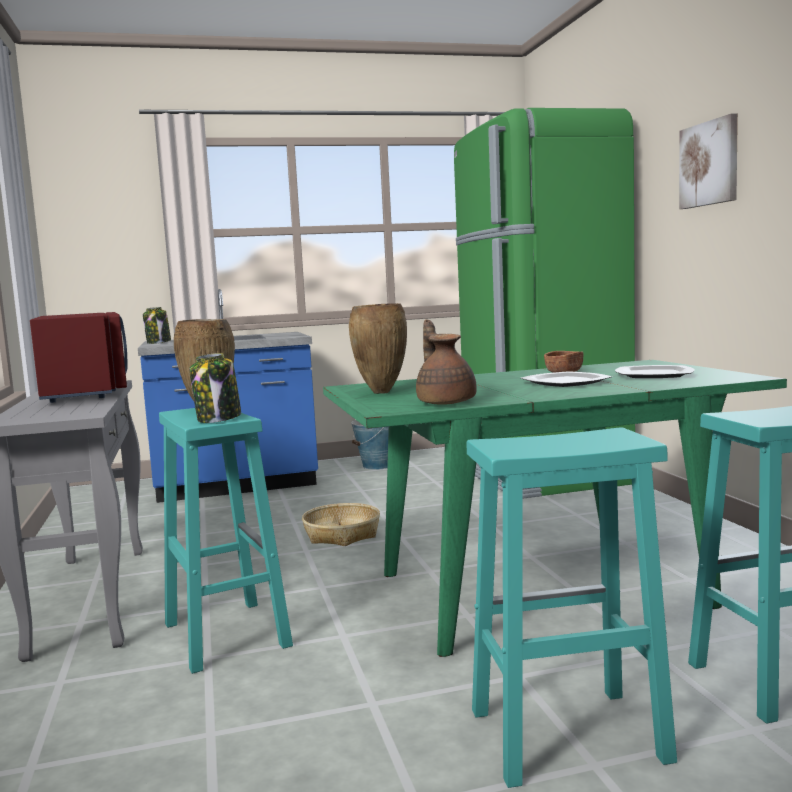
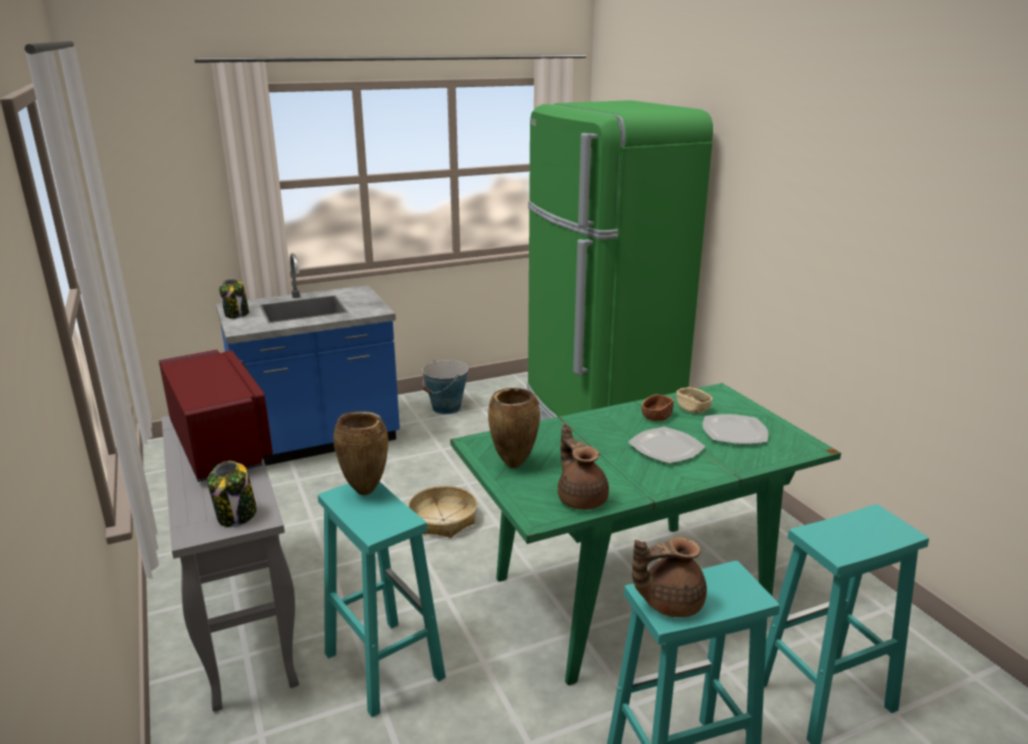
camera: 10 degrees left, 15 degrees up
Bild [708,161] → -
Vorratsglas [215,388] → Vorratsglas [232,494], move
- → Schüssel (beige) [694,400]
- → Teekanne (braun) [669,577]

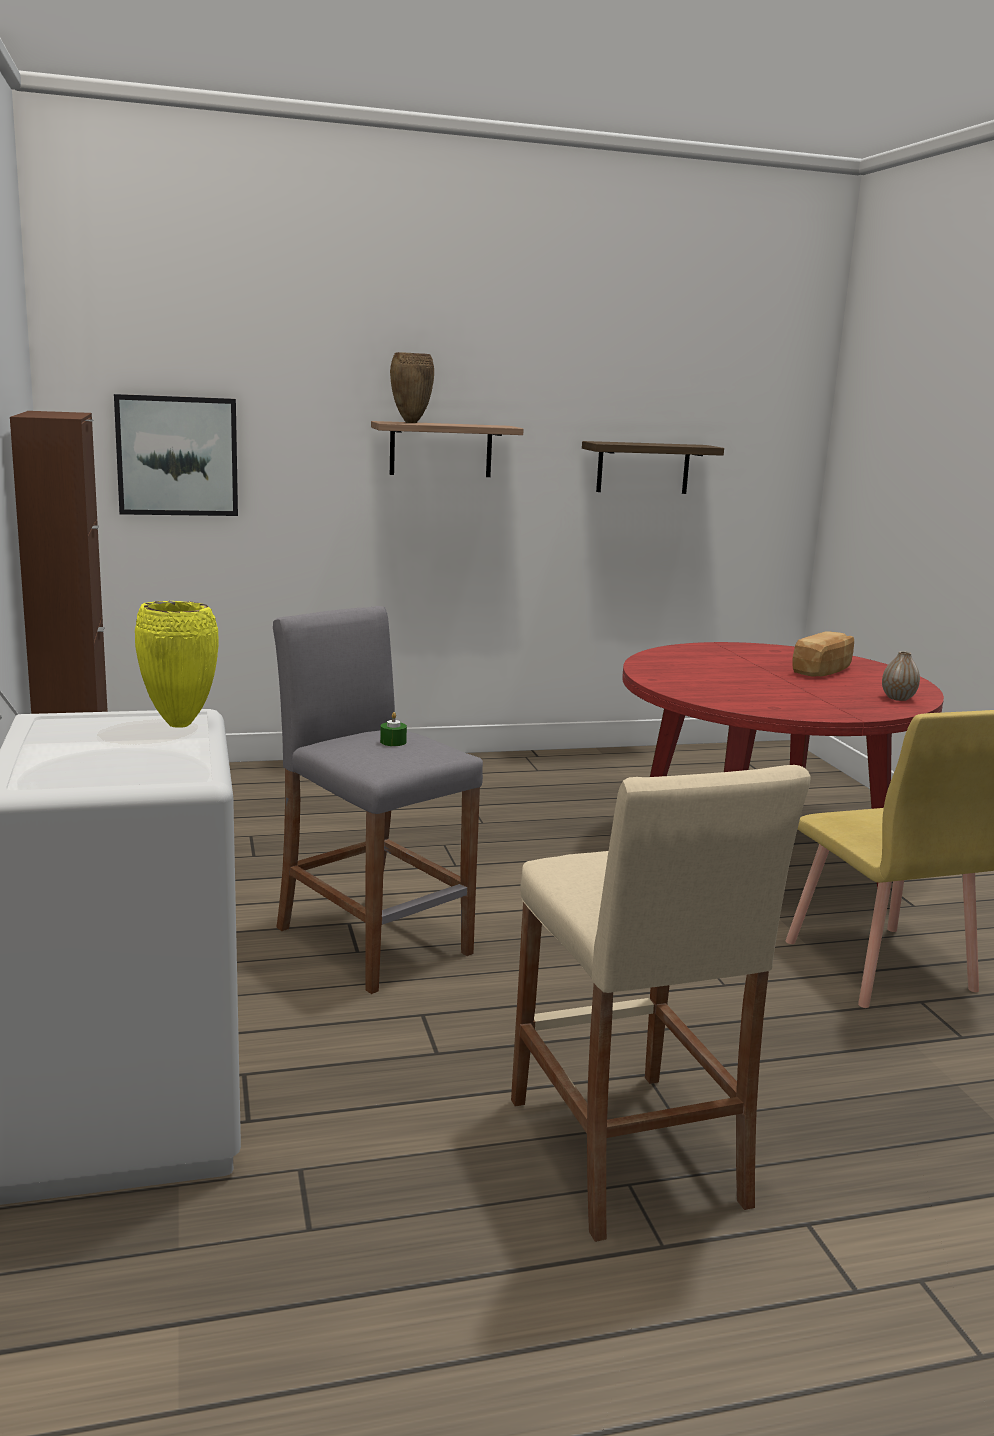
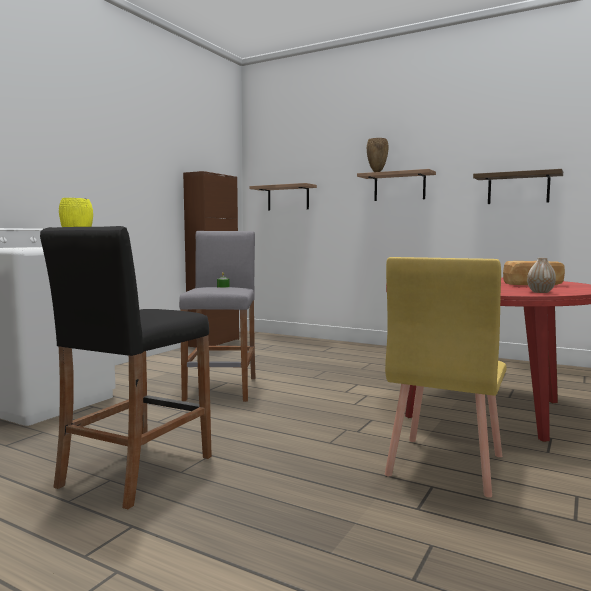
camera: 45 degrees right, 10 degrees down
Bild [176,455] → Wandregal [283,196]
Hocker (beige) [661,1003] → Hocker (schwarz) [126,367]

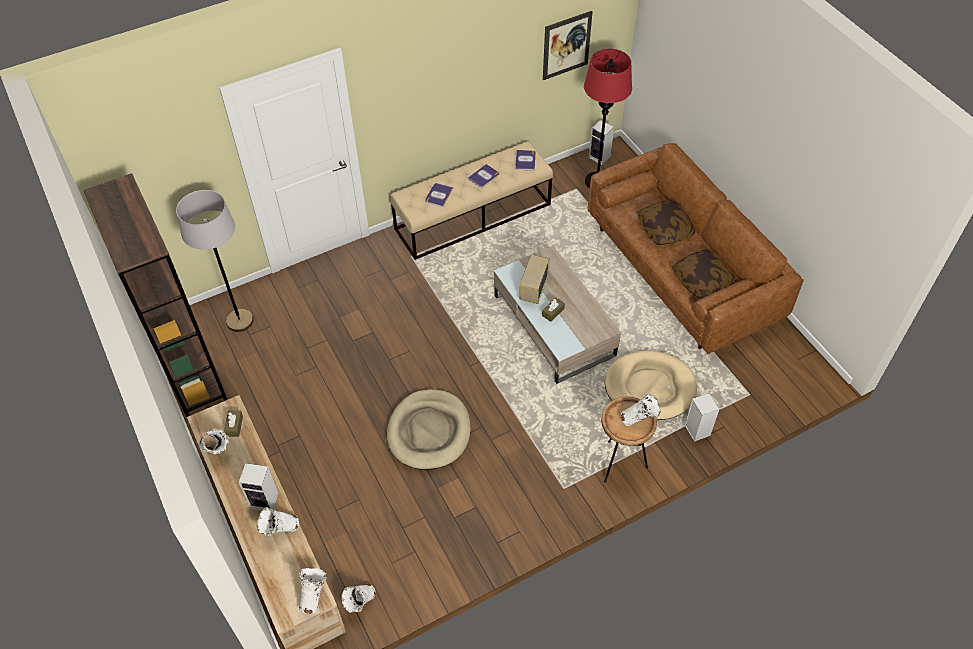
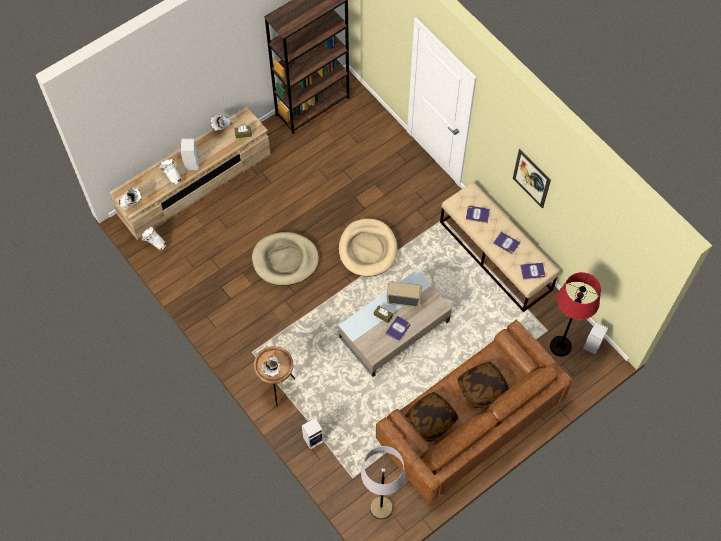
camera: 80 degrees right, 10 degrees up
Bild [568,45] → Bild [532,179], move
Stehlampe (grau) [214,261] → Stehlampe (grau) [383,482], move
Hundebett (beige) [651,385] → Hundebett (beige) [368,248], move
- → Buch [398,328]

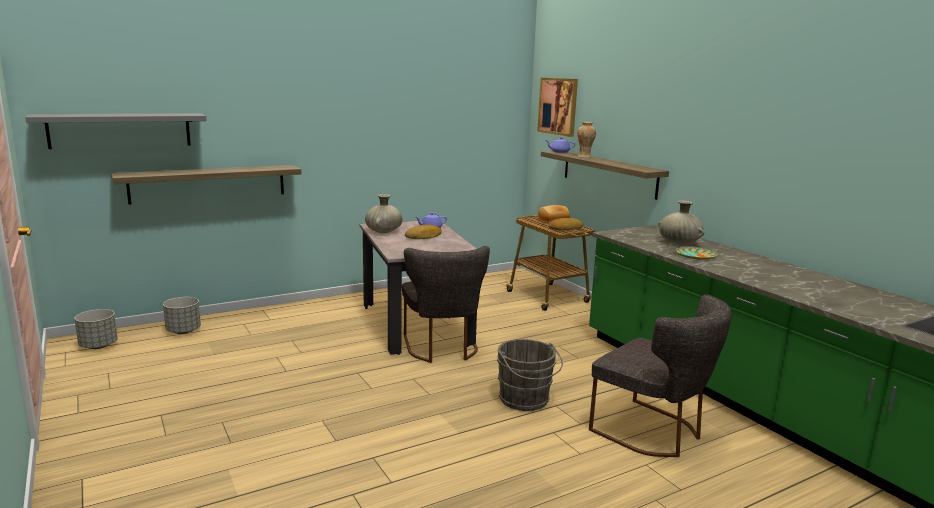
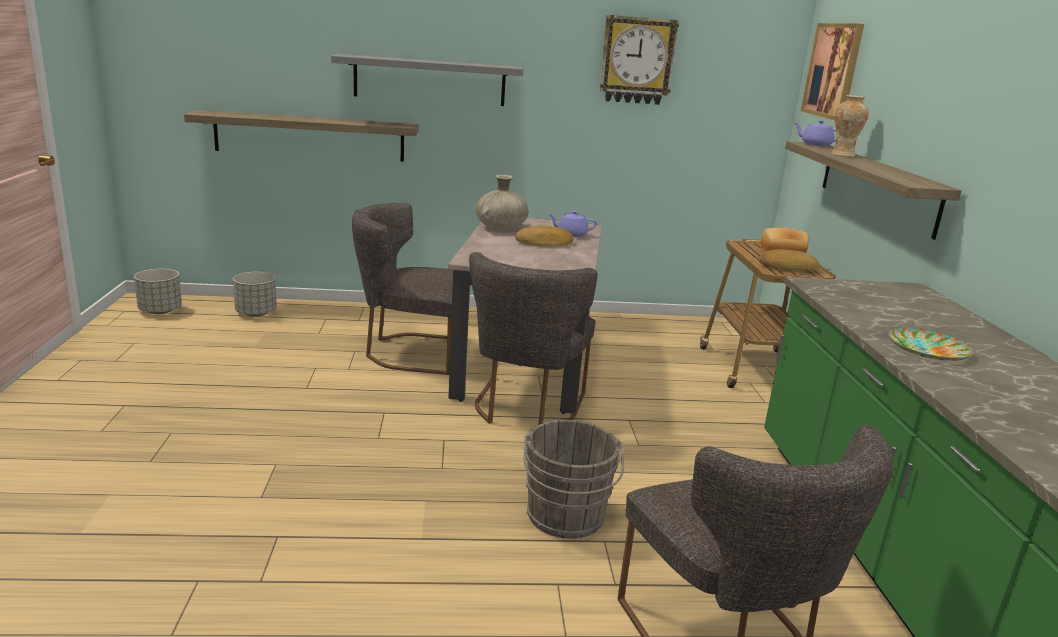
camera: 25 degrees right, 5 degrees up
Wandregal (grau) [116,131] → Wandregal (grau) [427,80], move
Vase (beige) [681,223] → -
- → Wanduhr [639,60]
- → Stuhl (grau) [402,289]

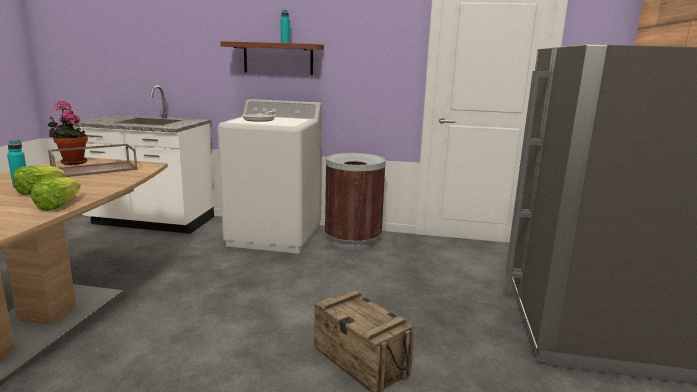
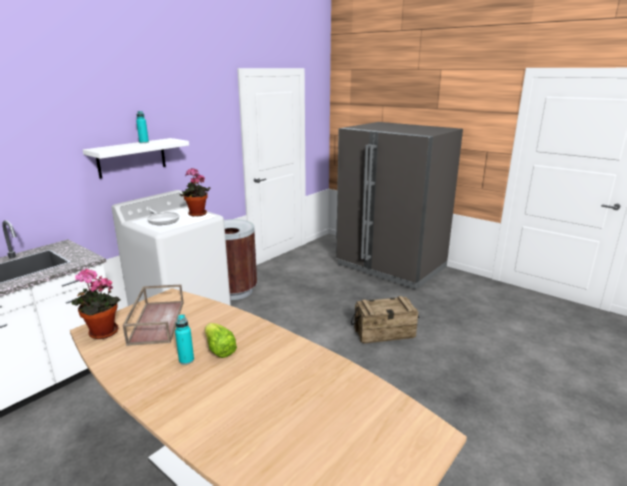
camera: 60 degrees left, 5 degrees up
Wandregal (braun) [272,58] → Wandregal (weiß) [136,158]
Salatkopf [56,194] → -
- → Topfpflanze [195,192]

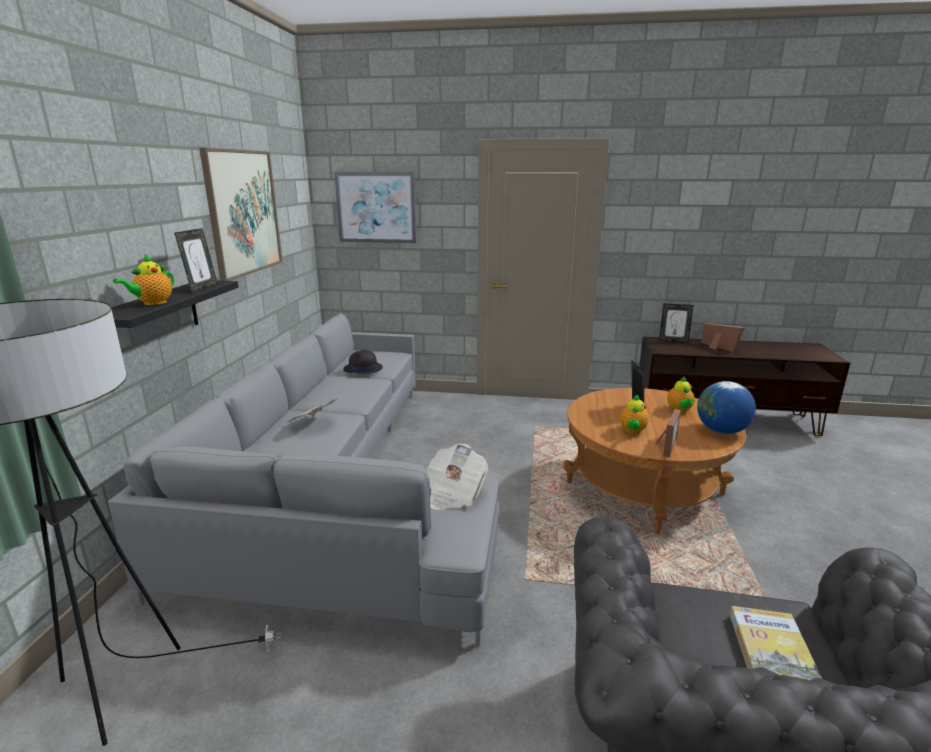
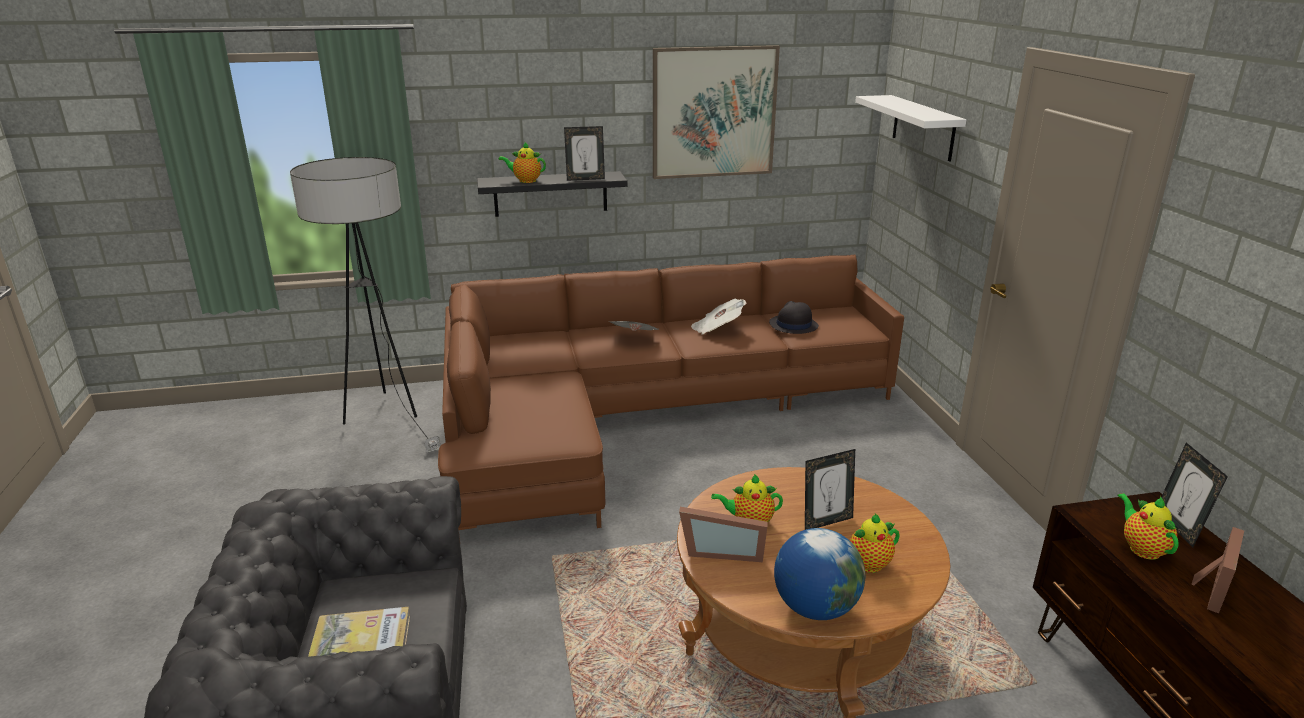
camera: 70 degrees right, 5 degrees up
Bild [375,207] → Wandregal (weiß) [910,128]
Sofa (grau) [303,480] → Sofa (braun) [671,397]
Zeitung [457,477] → Zeitung [718,317], move
- → Teekanne [1148,526]

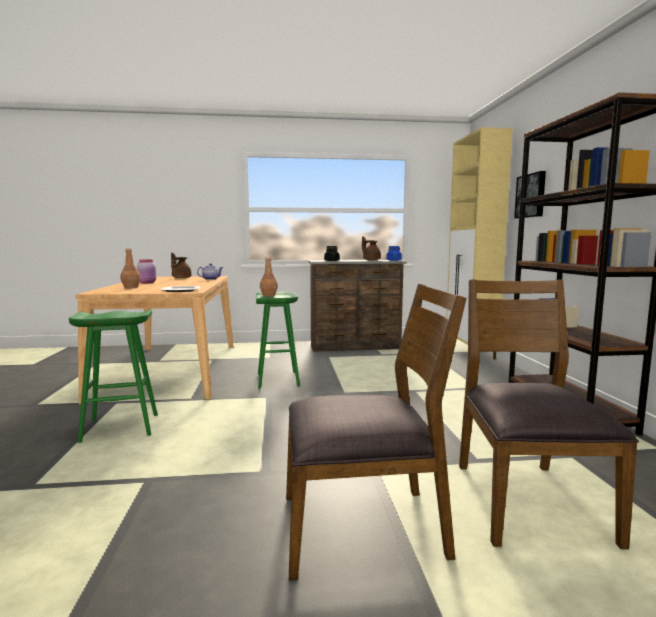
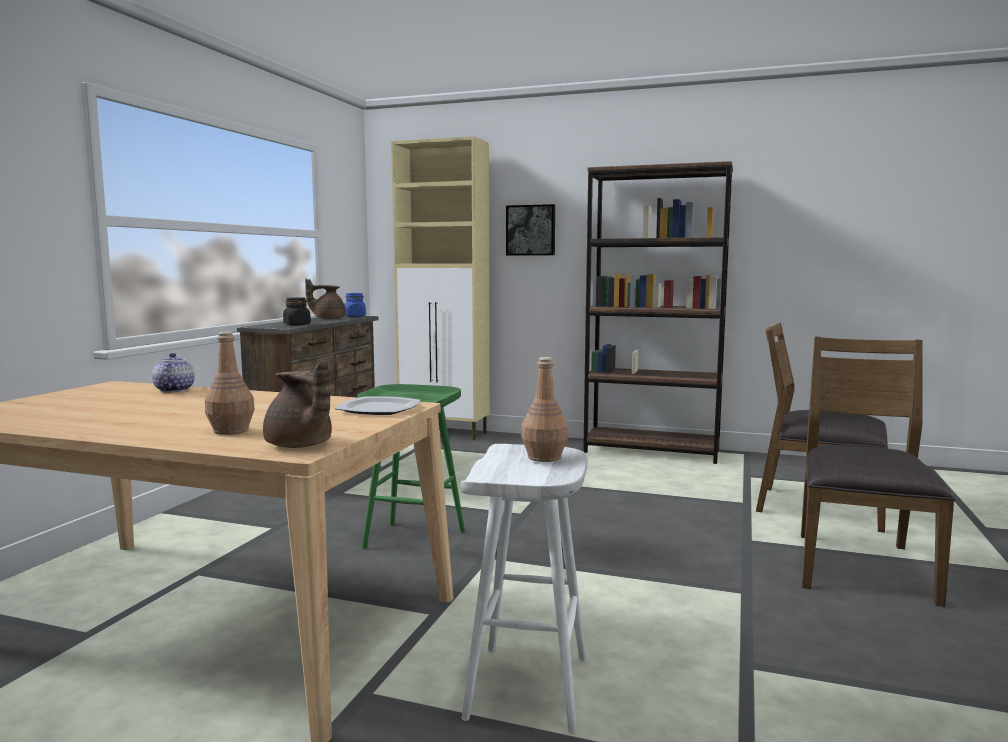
camera: 65 degrees left, 0 degrees up
Teekanne (braun) [181,265] → Teekanne (braun) [297,404], move
Flasche (braun) [269,276] → Flasche (braun) [545,409], move
Vorratsglas (rosa) [146,271] → -
Hocker (grün) [113,376] → Hocker (weiß) [524,589]

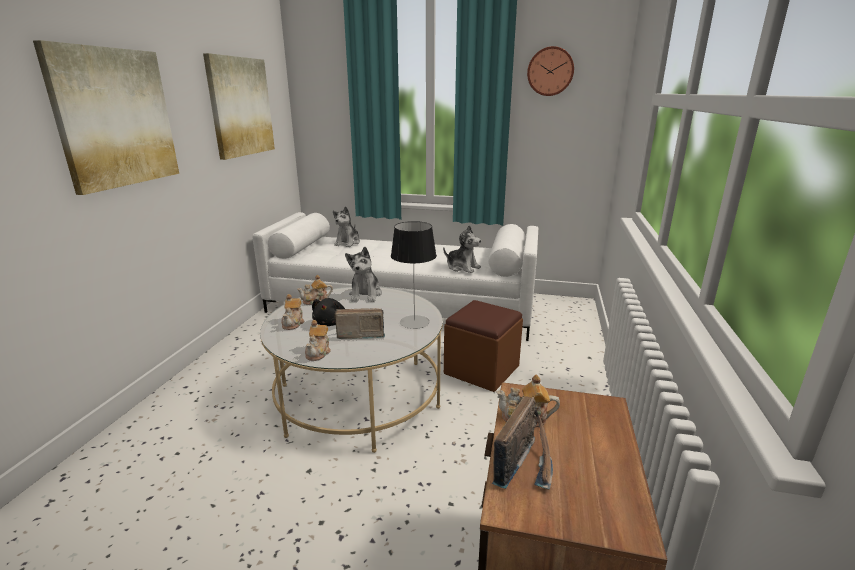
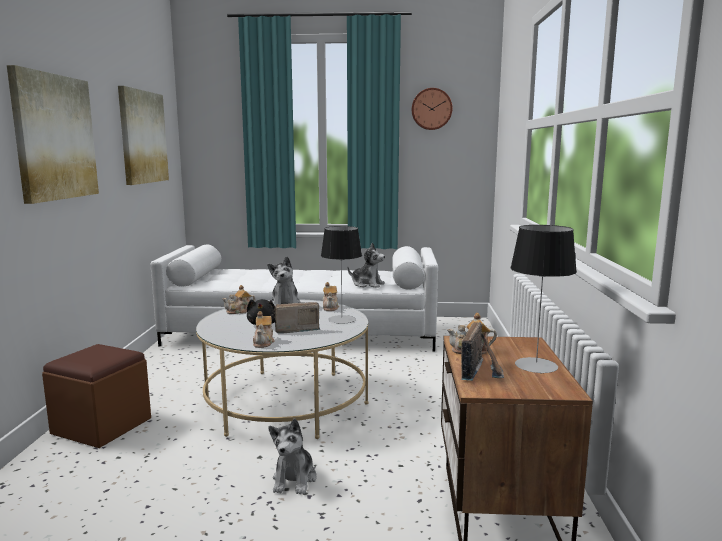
camera: 10 degrees left, 10 degrees down
Plüschtier [346,226] → Plüschtier [292,456], move
Teekanne [292,312] → Teekanne [331,296], move
Polsterhocker (braun) [483,346] → Polsterhocker (braun) [96,396], move
- → Tischlampe [543,299]

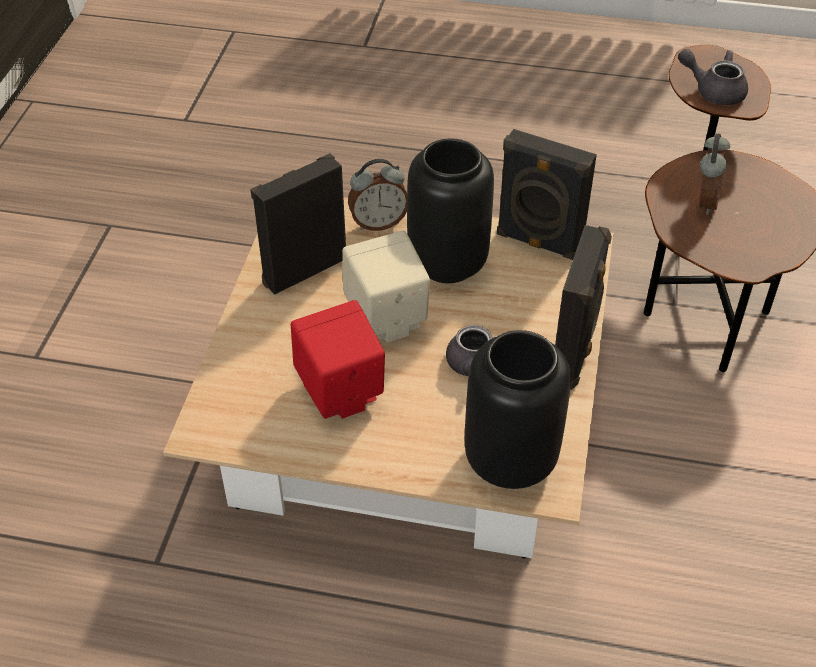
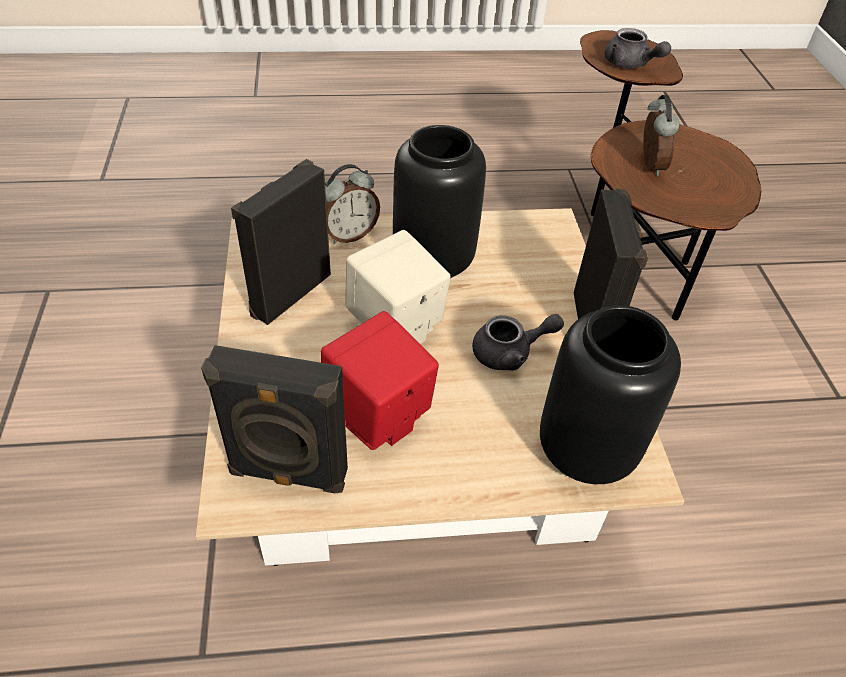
camera: 20 degrees left, 0 degrees up
Teekanne (grau) [713,77] → Teekanne (grau) [637,48], 135 degrees counterclockwise
Lautsprecher (schwarz) [547,194] → Lautsprecher (schwarz) [274,419], move

